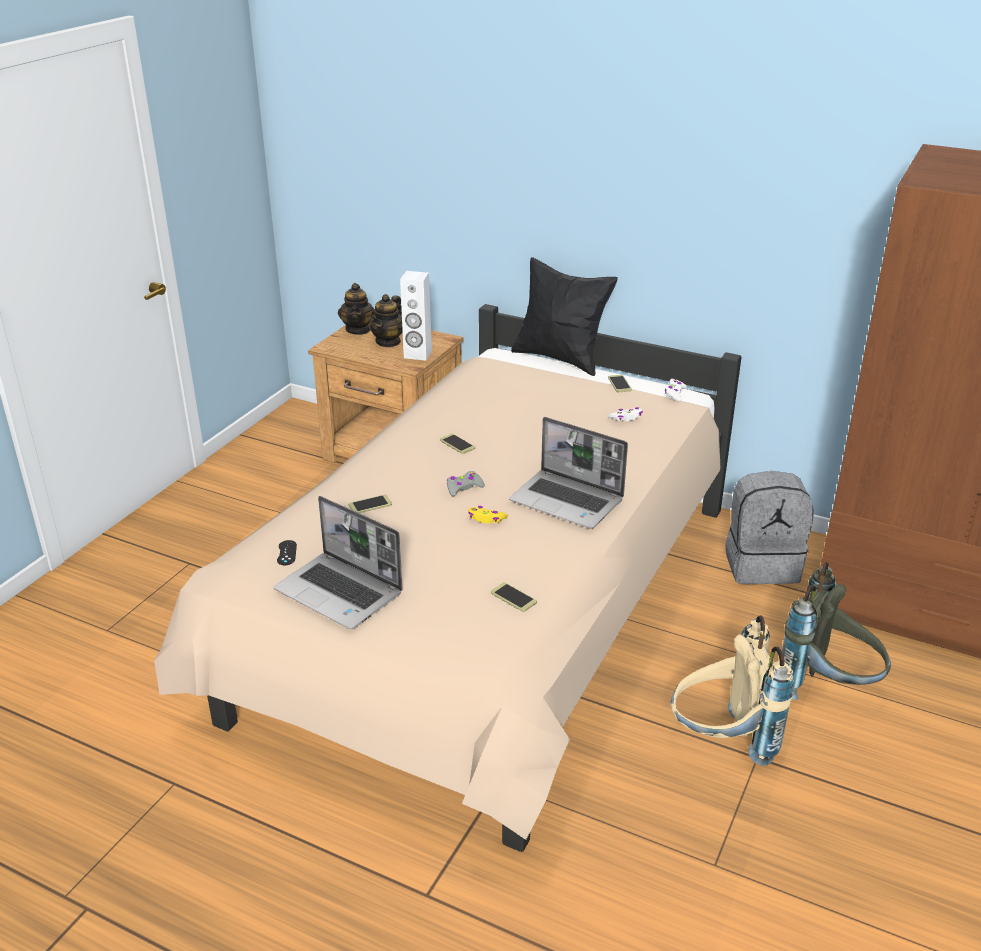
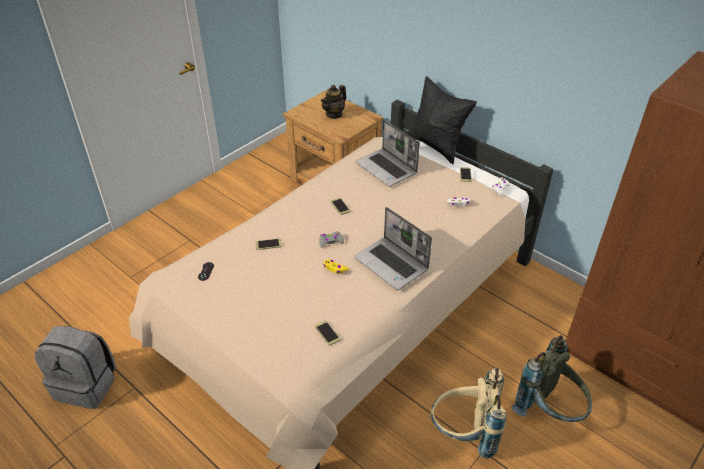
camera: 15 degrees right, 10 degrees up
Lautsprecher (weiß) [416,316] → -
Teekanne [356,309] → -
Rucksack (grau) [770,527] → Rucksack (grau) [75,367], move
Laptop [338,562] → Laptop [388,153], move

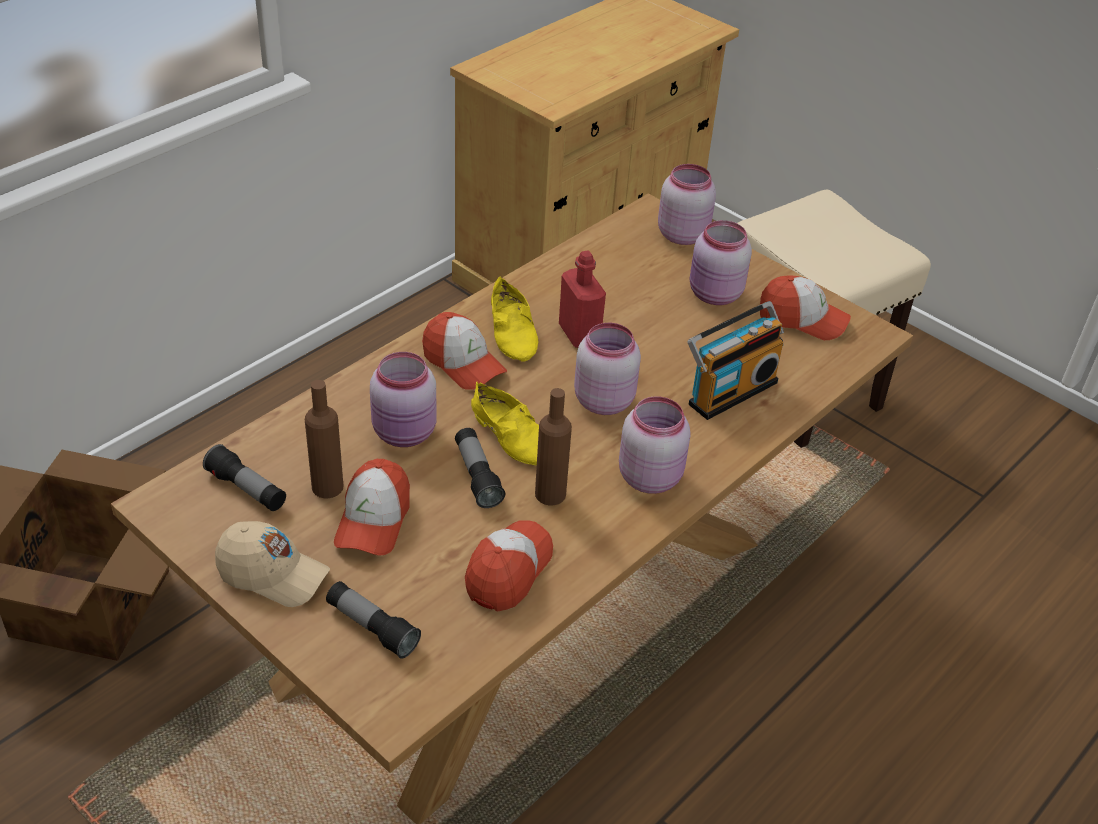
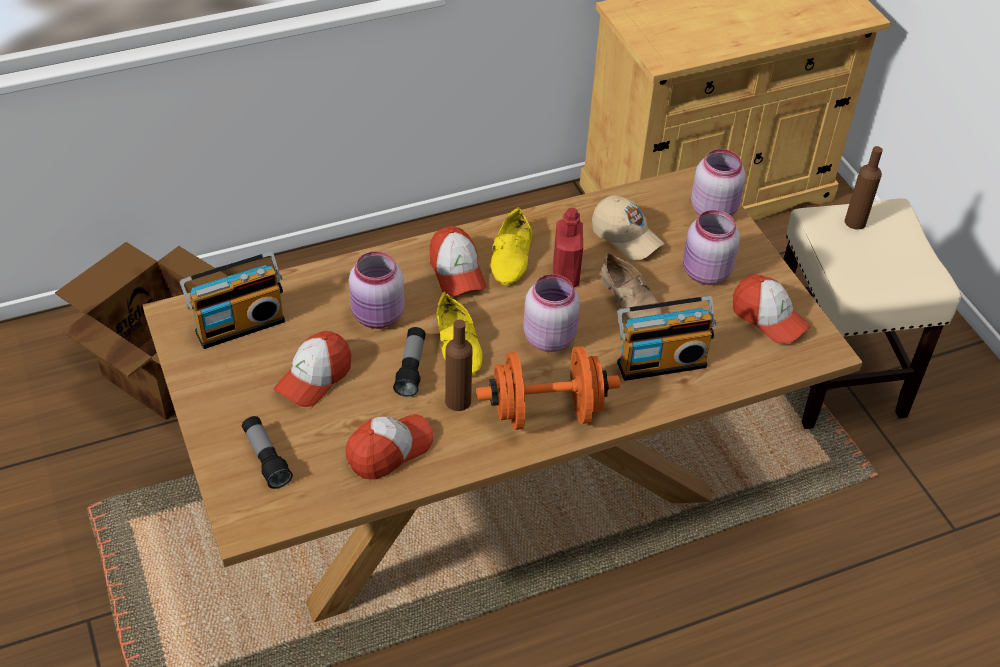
camera: 25 degrees right, 5 degrees up
Flasche (braun) [324,439] → Flasche (braun) [864,188], move
Vorratsglas (rosa) [655,445] → Hantel (orange) [548,388]
Taschenlampe [244,477] → Radio [232,300]
Kappe (beige) [272,564] → Kappe (beige) [628,227], move
- → Schuh (beige) [631,285]

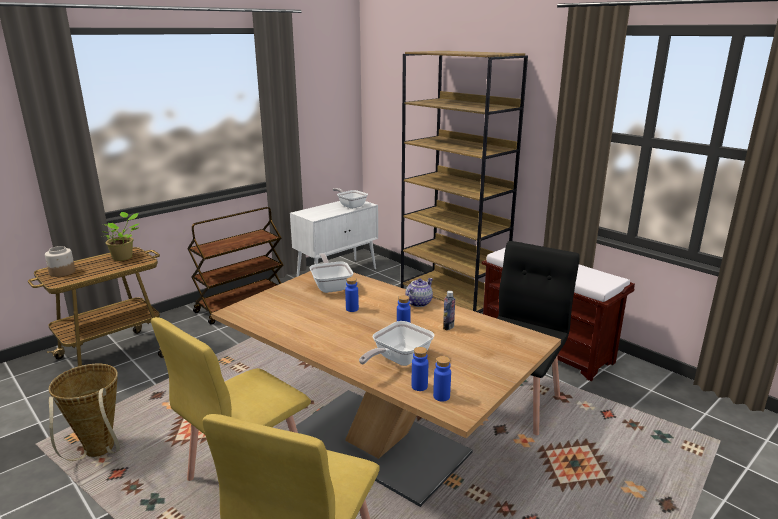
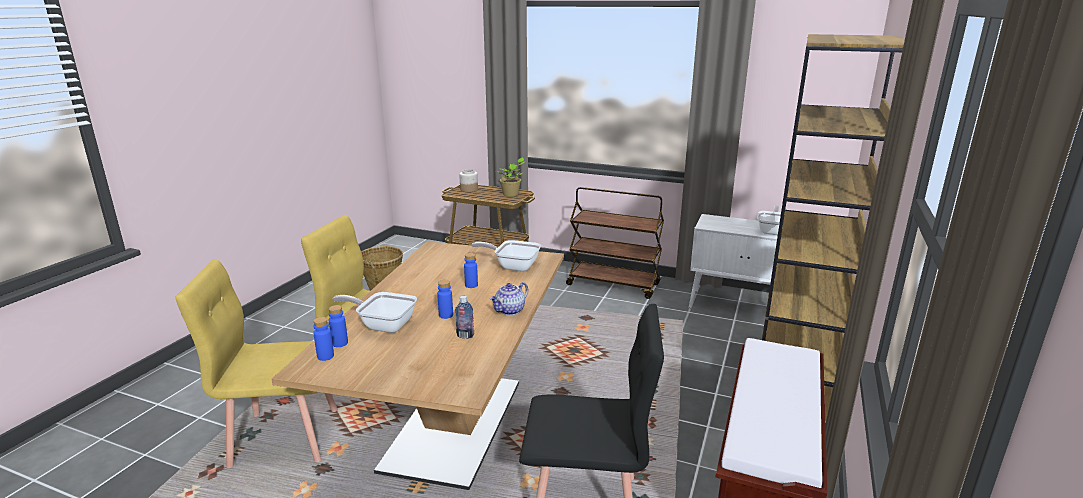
camera: 65 degrees right, 0 degrees up
Pfanne [331,273] → Pfanne [506,256], 120 degrees counterclockwise
Teekanne [419,292] → Teekanne [509,298], 120 degrees clockwise

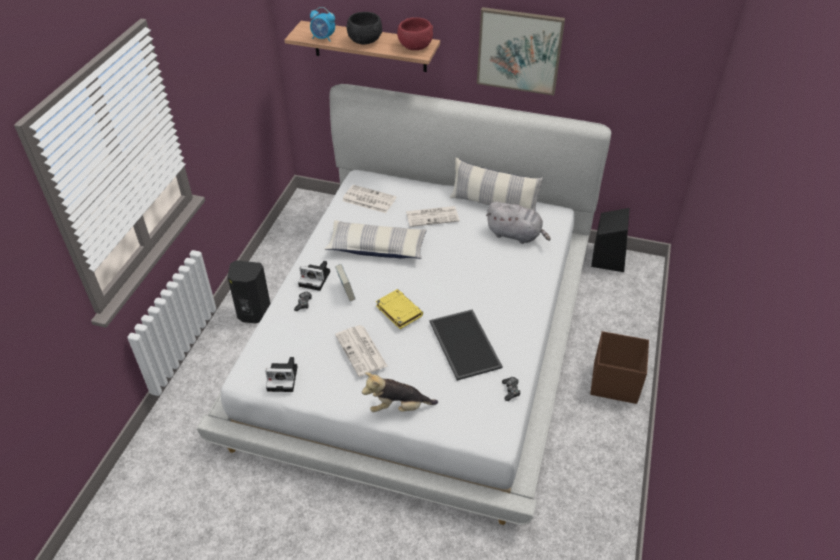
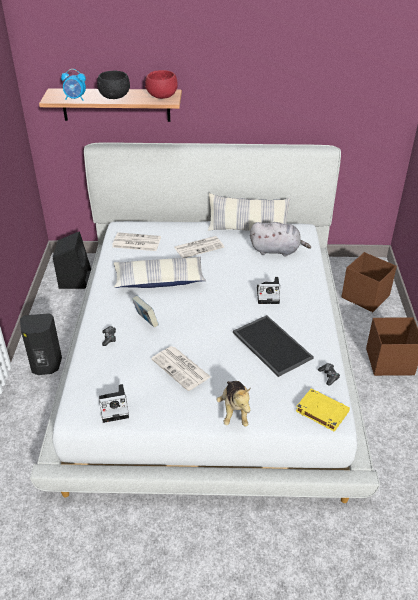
camera: 15 degrees left, 5 degrees down
Bild [521,51] → -
Lautsprecher (schwarz) [610,240] → Lautsprecher (schwarz) [72,260], move
Kamera [314,276] → Kamera [268,290], move
Buch (gelb) [399,309] → Buch (gelb) [323,410], move
Plüschtier [400,392] → Plüschtier [234,403], 75 degrees counterclockwise
- → Aufbewahrungsbox (braun) [369,282]

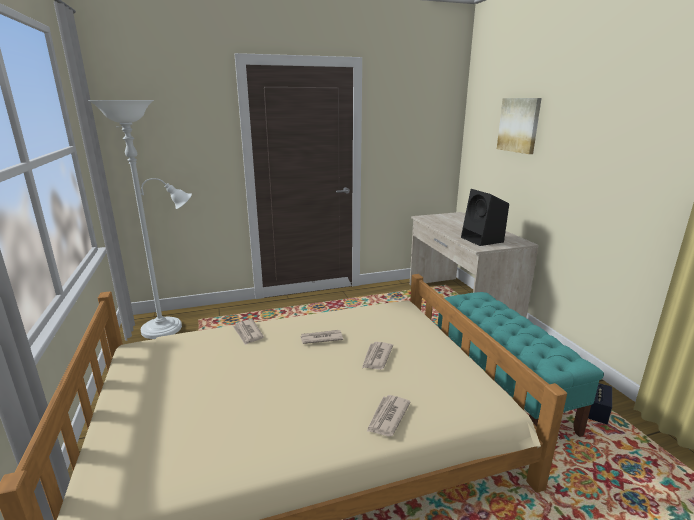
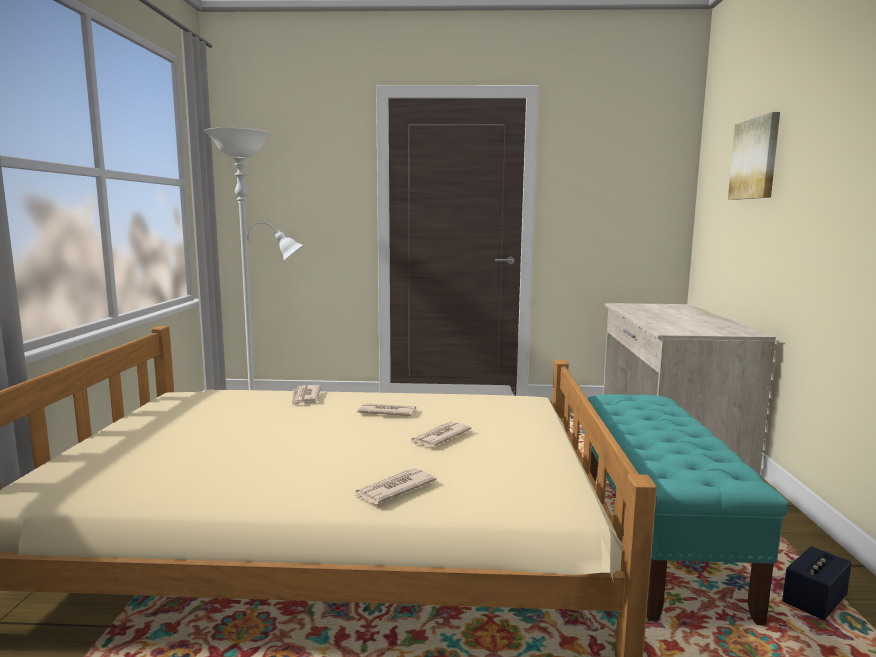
camera: 20 degrees right, 10 degrees down
Lautsprecher (schwarz) [485,217] → -

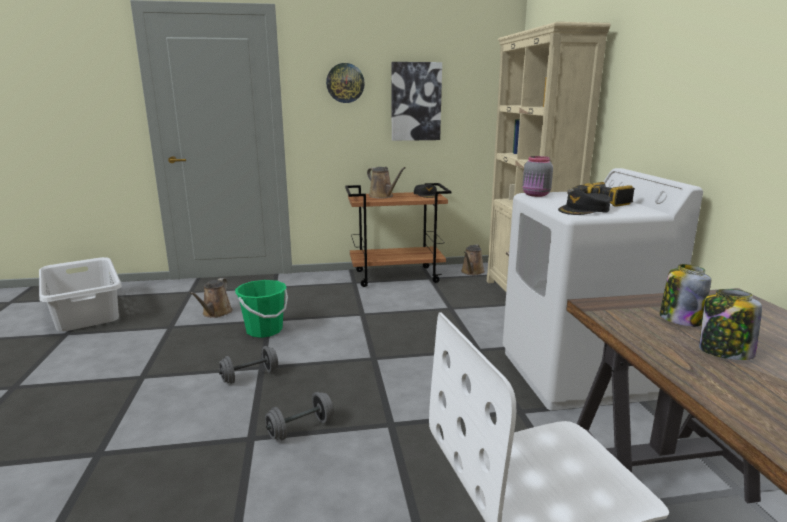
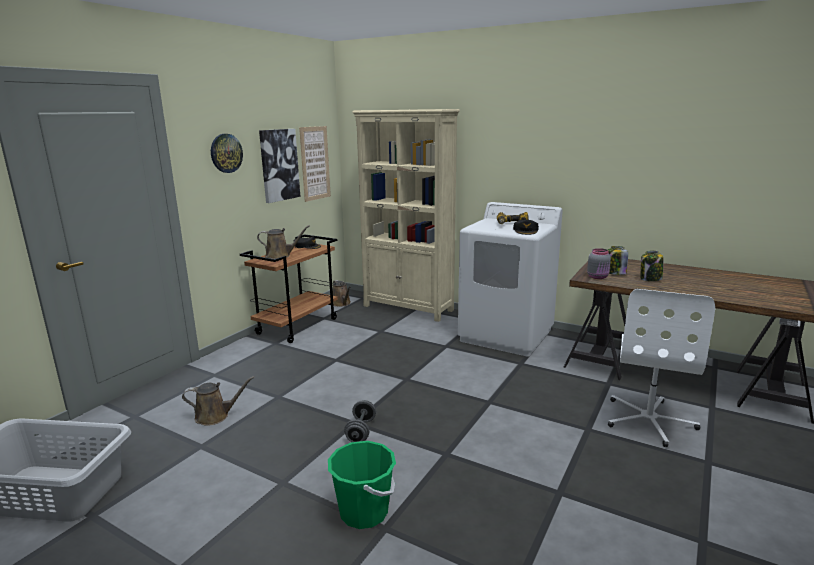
camera: 50 degrees left, 0 degrees up
Vorratsglas (grau) [538,176] → Vorratsglas (grau) [599,263], move
Gießkanne (braun) [211,298] → Gießkanne (braun) [218,401], 60 degrees counterclockwise
Eimer (grün) [261,309] → Eimer (grün) [362,485], move
Hantel (grau) [299,416] → -
- → Bild [315,164]

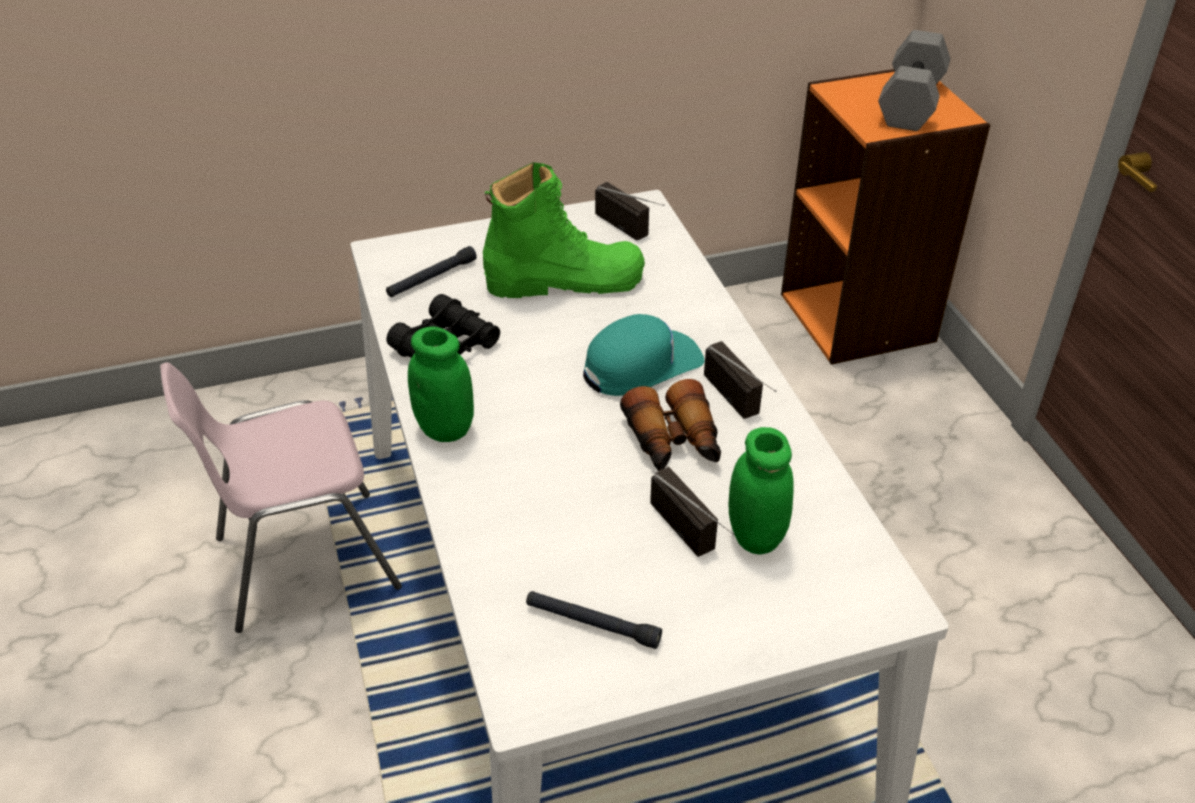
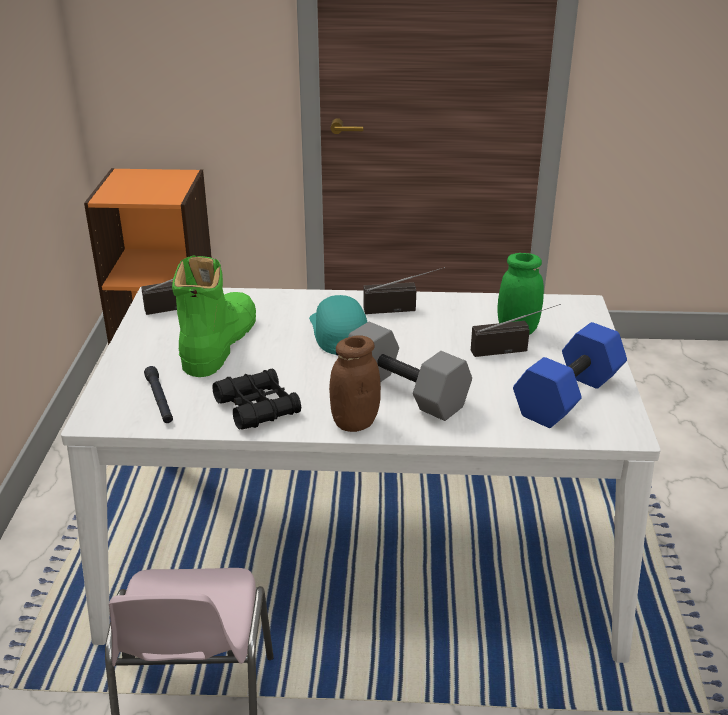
camera: 70 degrees left, 10 degrees down
Hantel (grau) [914,80] → Hantel (grau) [410,371], move
Vorratsglas (grün) [441,384] → Vorratsglas (braun) [355,384]
Fernglas [670,425] → -
Taschenlampe (schwarz) [594,620] → Hantel (blau) [570,375]

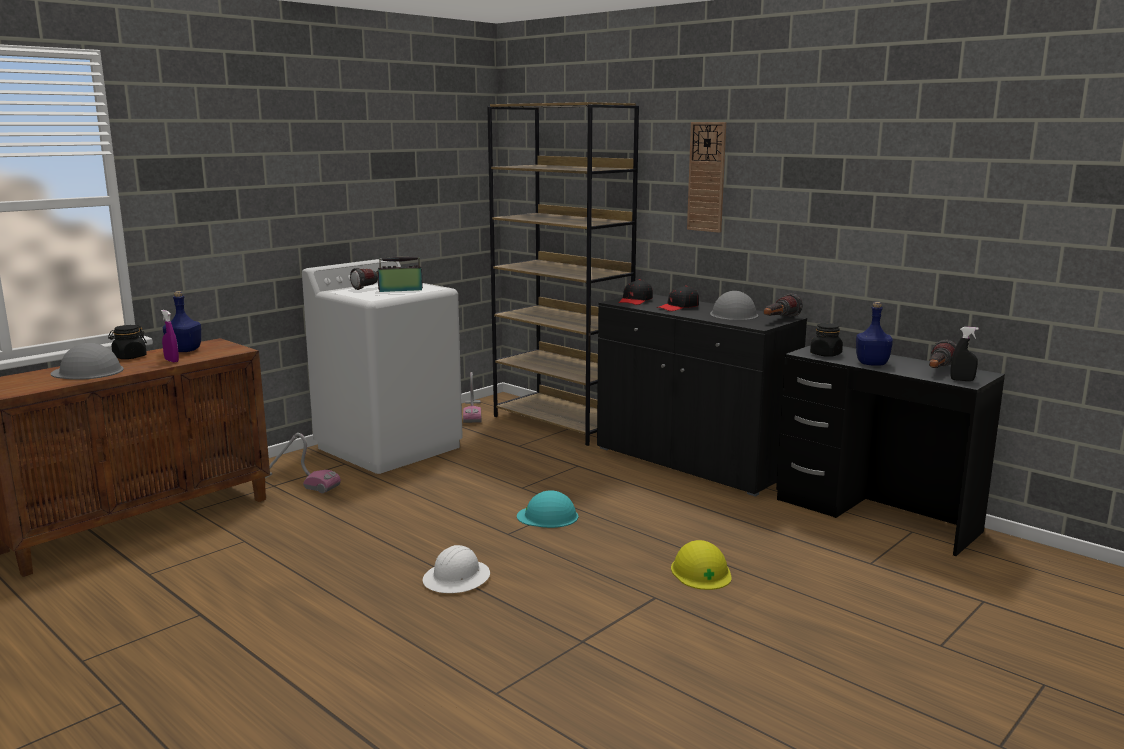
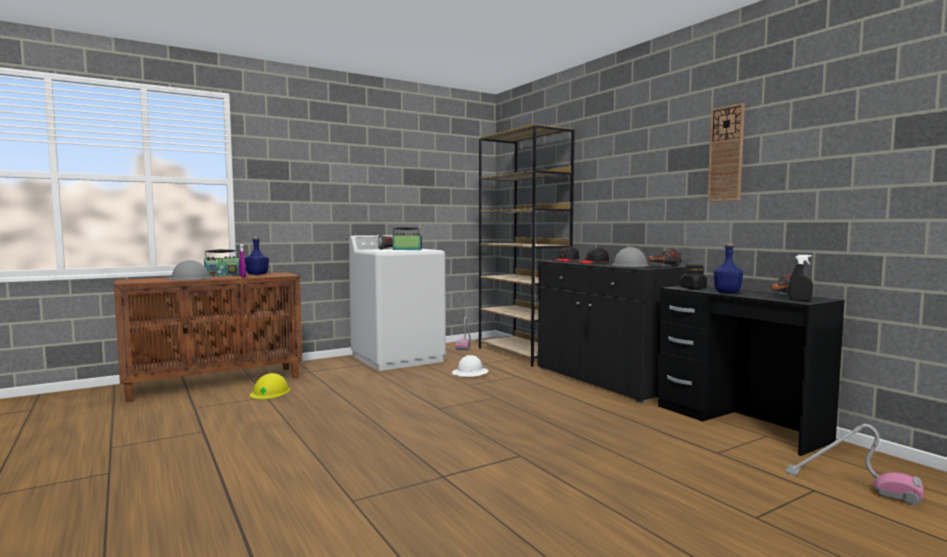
camera: 15 degrees right, 10 degrees down
Wanduhr [706,177] → Wanduhr [726,152], move
Vorratsglas (schwarz) [127,342] → Radio [222,262]
Staubsauger [303,463] → Staubsauger [854,464], move
Schutzhelm (türkis) [547,509] → -
Schutzhelm (gelb) [701,565] → Schutzhelm (gelb) [270,386], move
Schutzhelm (weiß) [456,569] → Schutzhelm (weiß) [470,366], move

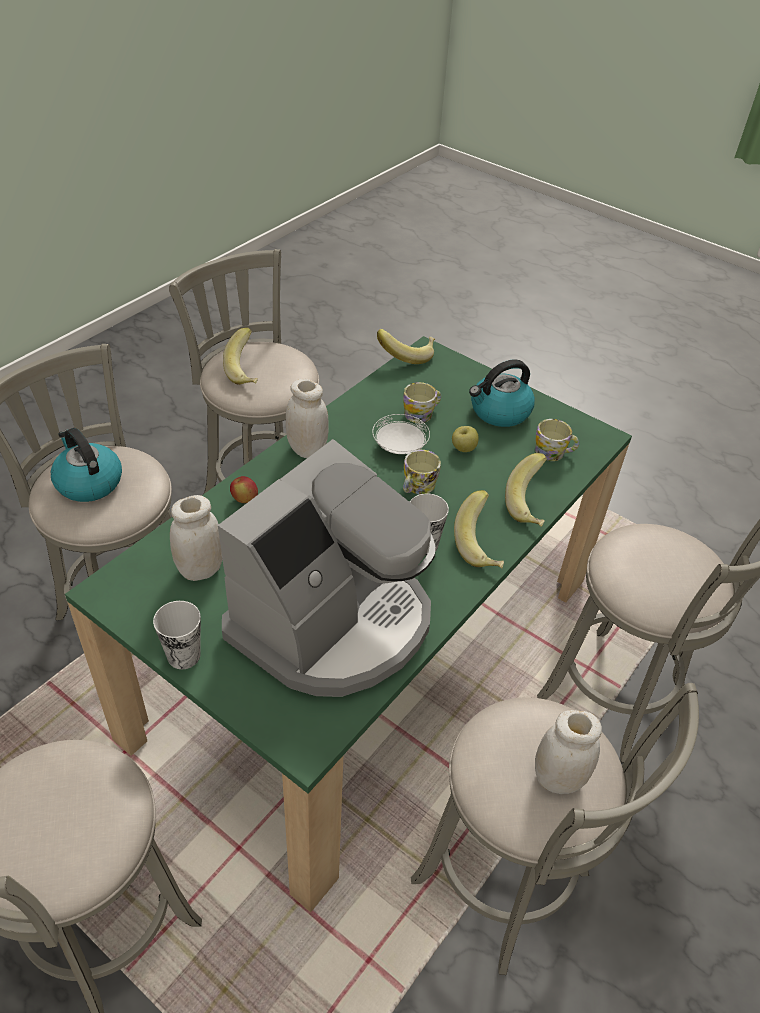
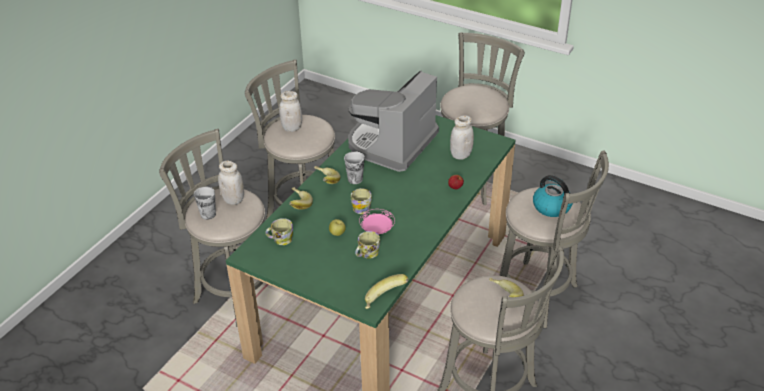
camera: 175 degrees right, 5 degrees down
Wasserkessel [502,393] → -
Vorratsglas (weiß) [307,418] → Vorratsglas (weiß) [231,183], move
Teller (weiß) [401,434] → Teller (rosa) [377,221]
Tasse [177,635] → Tasse [205,203], move

